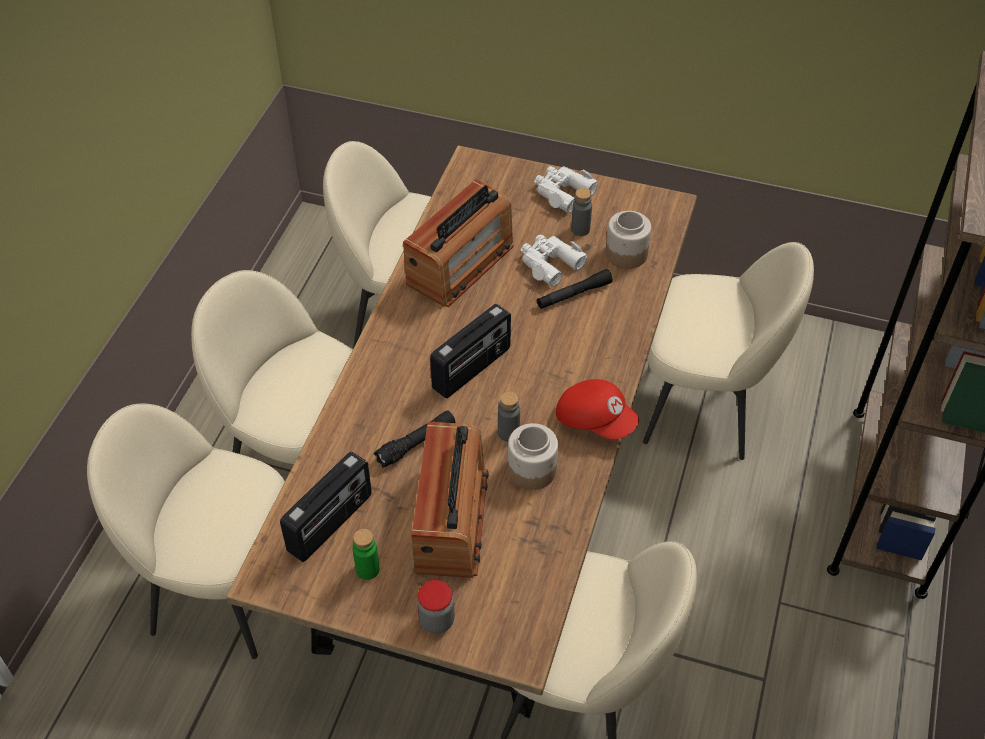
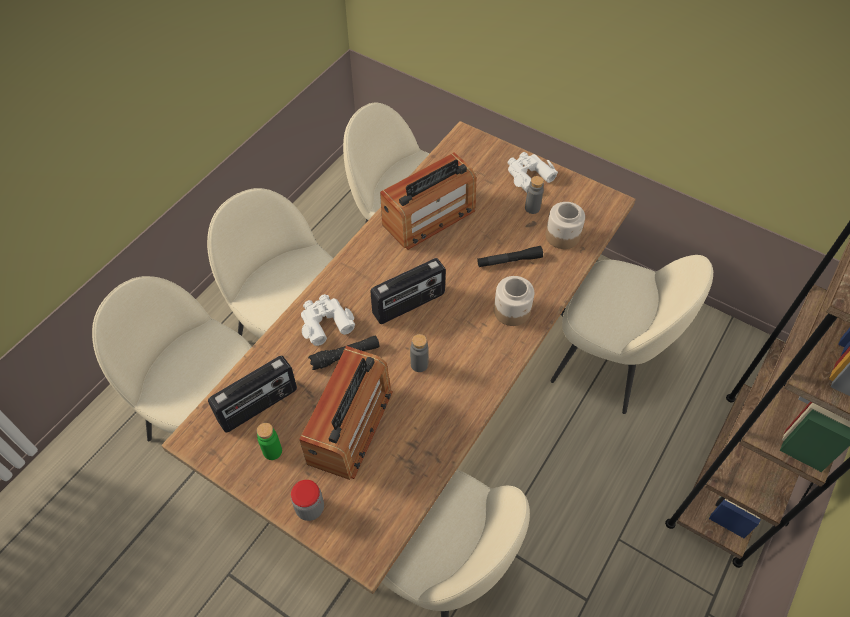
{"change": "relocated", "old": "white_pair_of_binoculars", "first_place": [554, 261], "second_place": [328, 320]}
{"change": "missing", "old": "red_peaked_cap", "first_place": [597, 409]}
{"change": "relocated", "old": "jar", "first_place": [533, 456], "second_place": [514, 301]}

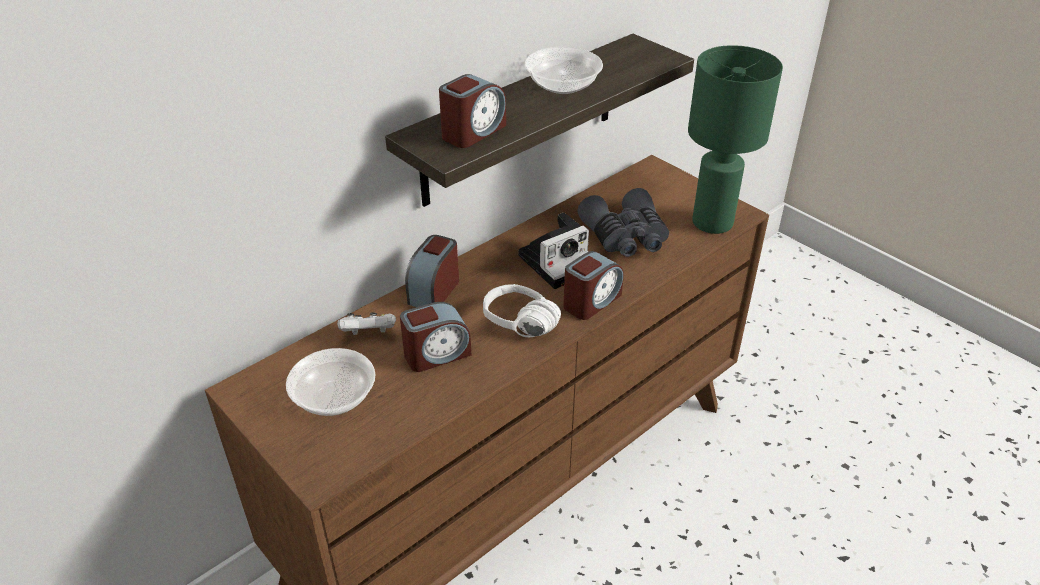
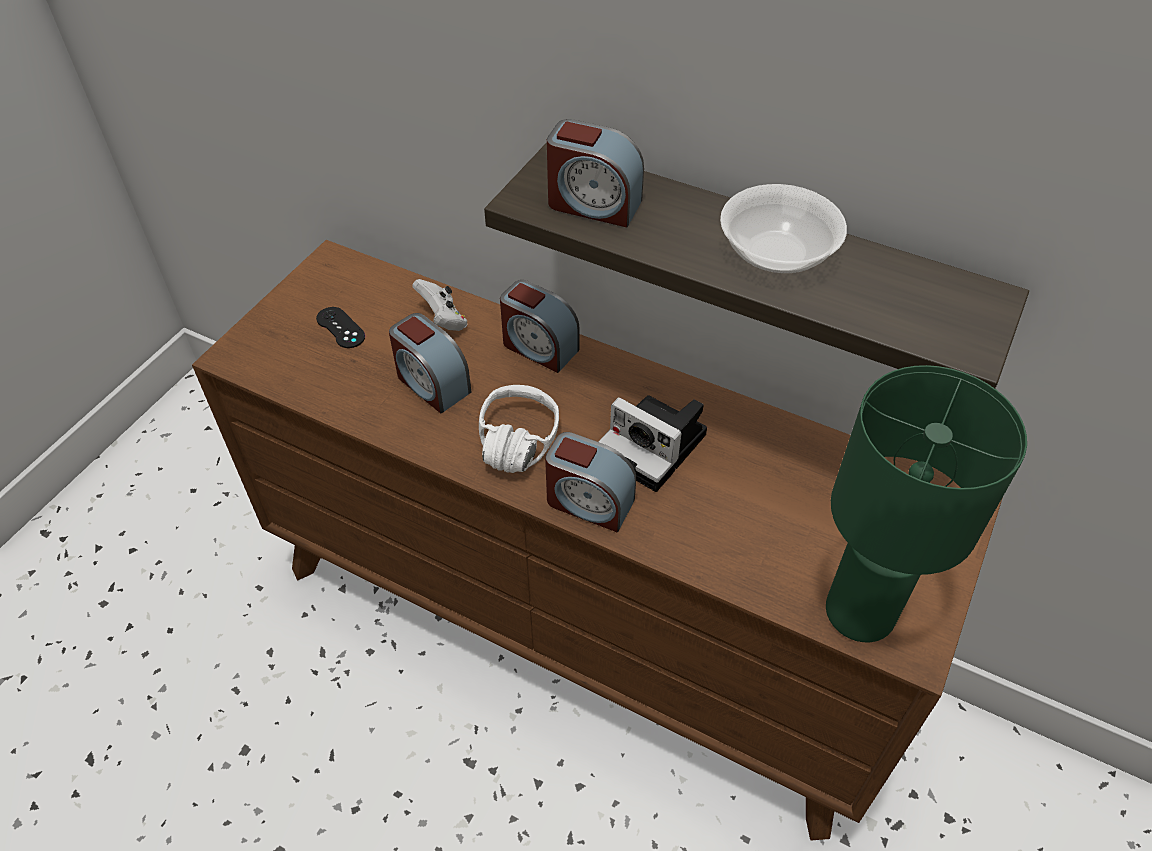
{"change": "missing", "old": "grey_pair_of_binoculars", "first_place": [623, 222]}
{"change": "spun", "old": "alarm_clock", "first_place": [432, 271], "second_place": [540, 326], "degrees": -150}
{"change": "exchanged", "old": "bowl", "new": "black_joypad", "first_place": [330, 382], "second_place": [340, 327]}

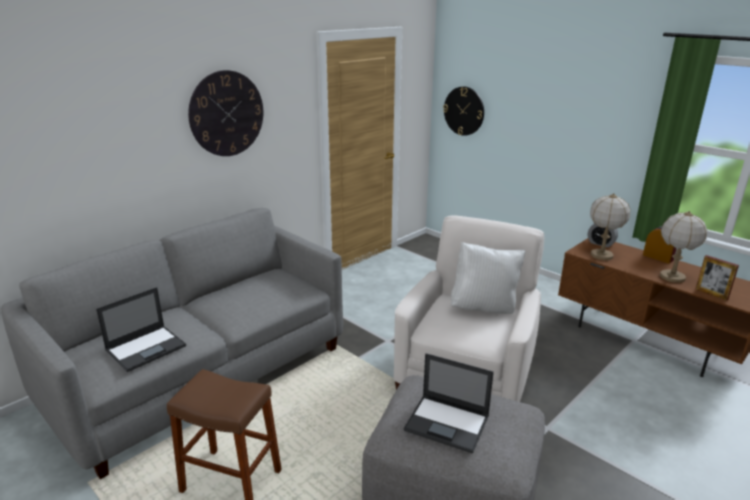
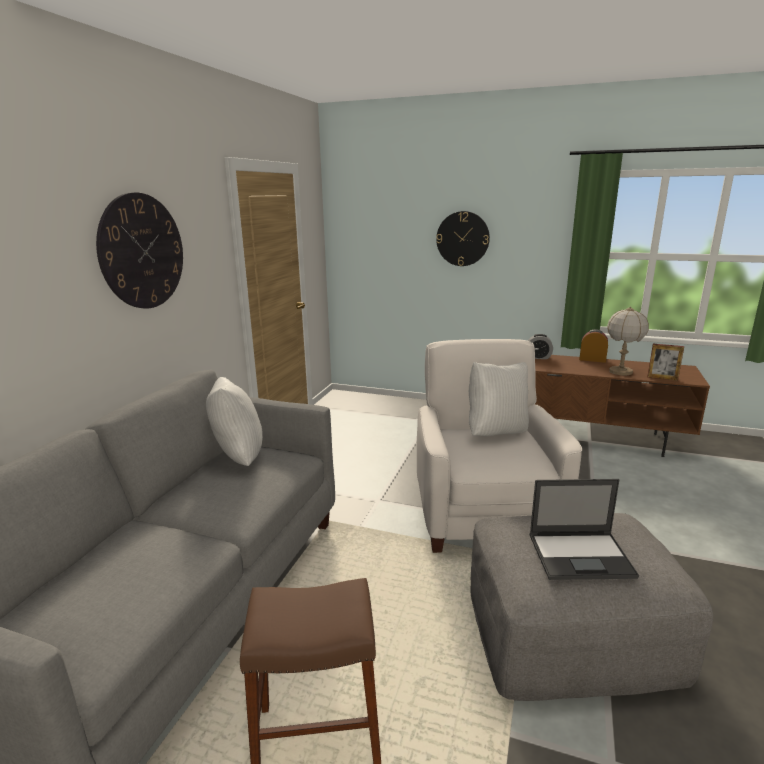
{"change": "relocated", "old": "clock_on_the_wall", "first_place": [463, 111], "second_place": [463, 238]}
{"change": "missing", "old": "table_lamp", "first_place": [610, 226]}
{"change": "missing", "old": "laptop", "first_place": [141, 329]}
{"change": "appeared", "new": "white_throw_pillow", "second_place": [234, 421]}

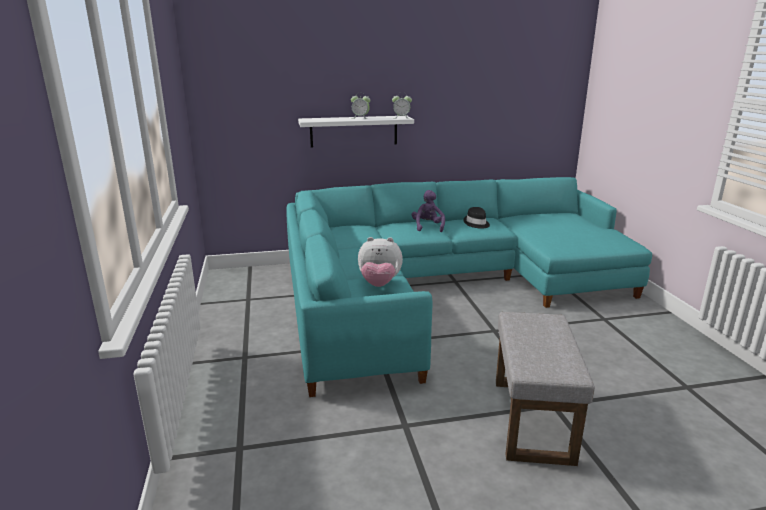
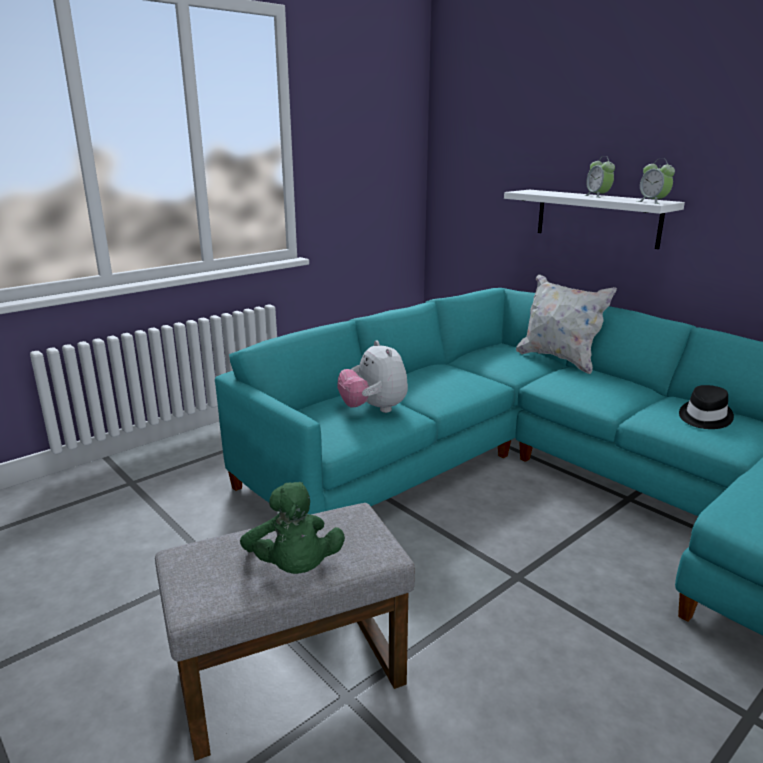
{"change": "missing", "old": "purplish_soft_toy", "first_place": [428, 211]}
{"change": "appeared", "new": "white_throw_pillow", "second_place": [566, 324]}
{"change": "appeared", "new": "green_soft_toy", "second_place": [292, 528]}

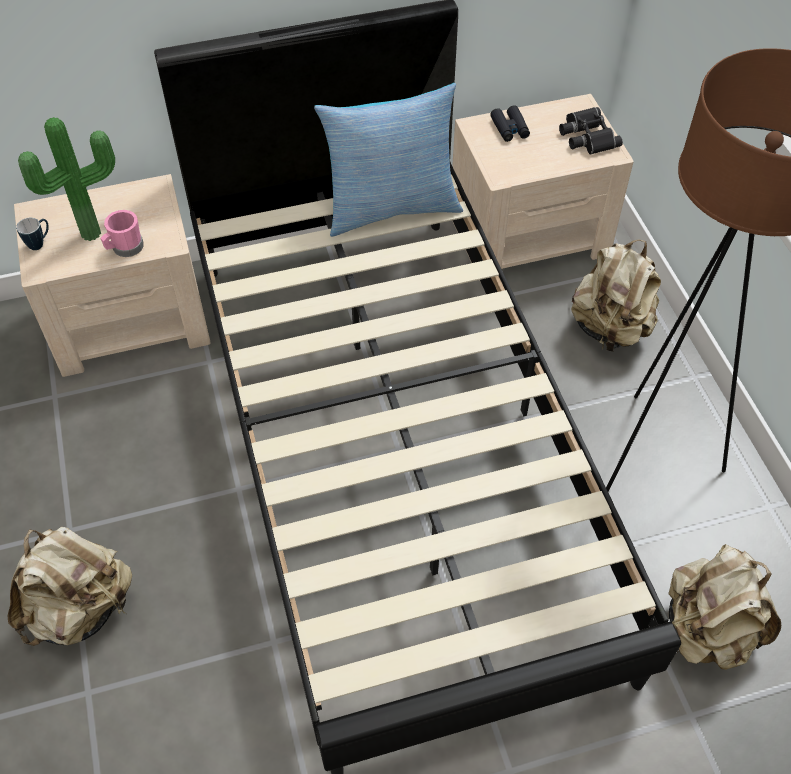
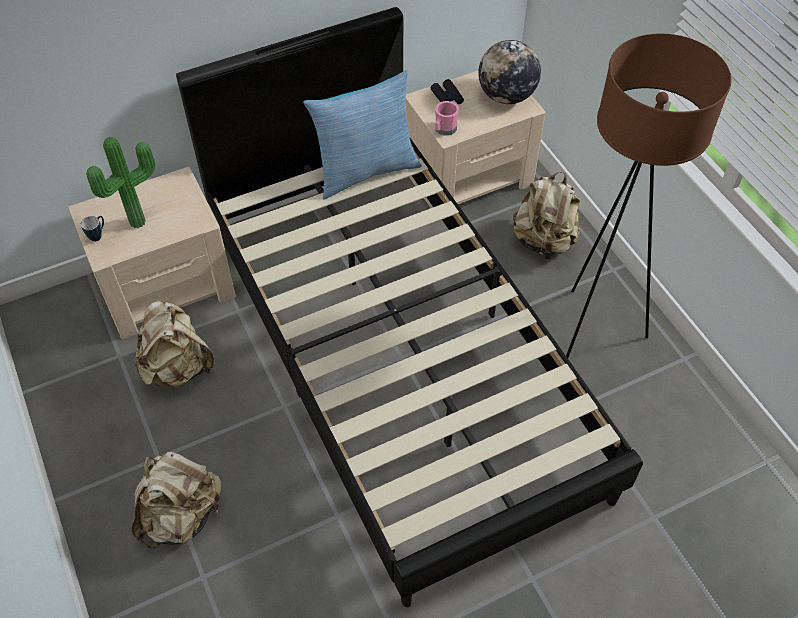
{"change": "exchanged", "old": "black_pair_of_binoculars", "new": "desk_globe", "first_place": [591, 131], "second_place": [509, 72]}
{"change": "relocated", "old": "pink-coloured_coffee_mug", "first_place": [122, 233], "second_place": [447, 118]}
{"change": "relocated", "old": "sand-coloured_rucksack", "first_place": [724, 607], "second_place": [174, 344]}

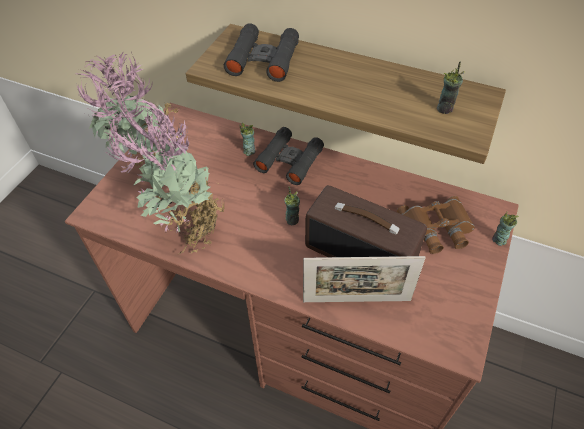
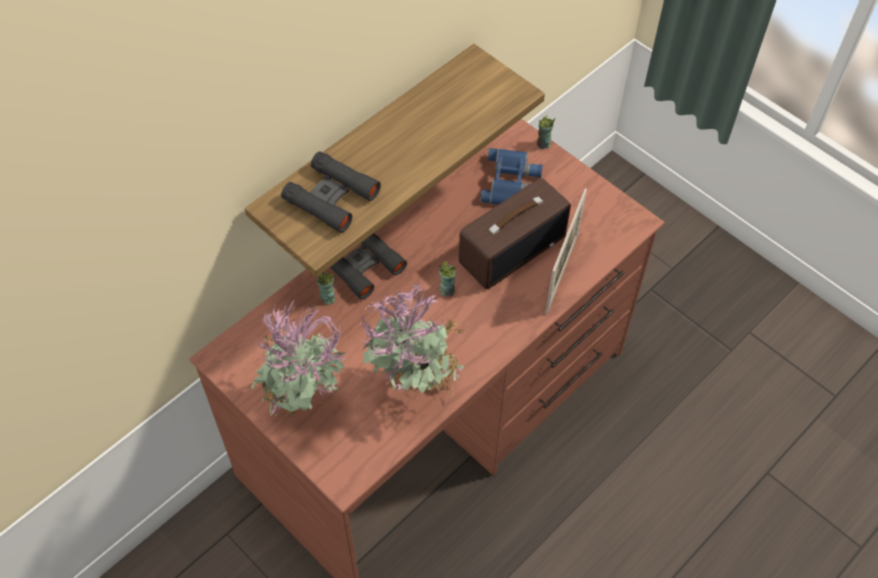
{"change": "missing", "old": "small_cup", "first_place": [450, 88]}
{"change": "colour", "old": "brown-coloured_pair_of_binoculars", "new": "blue_pair_of_binoculars", "first_place": [436, 225], "second_place": [511, 176]}

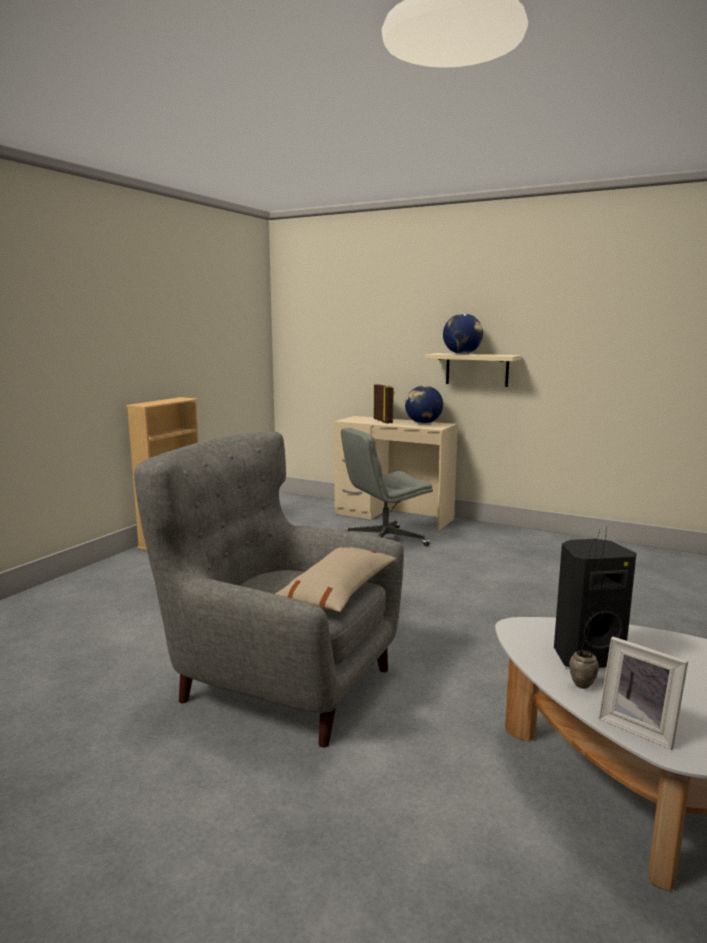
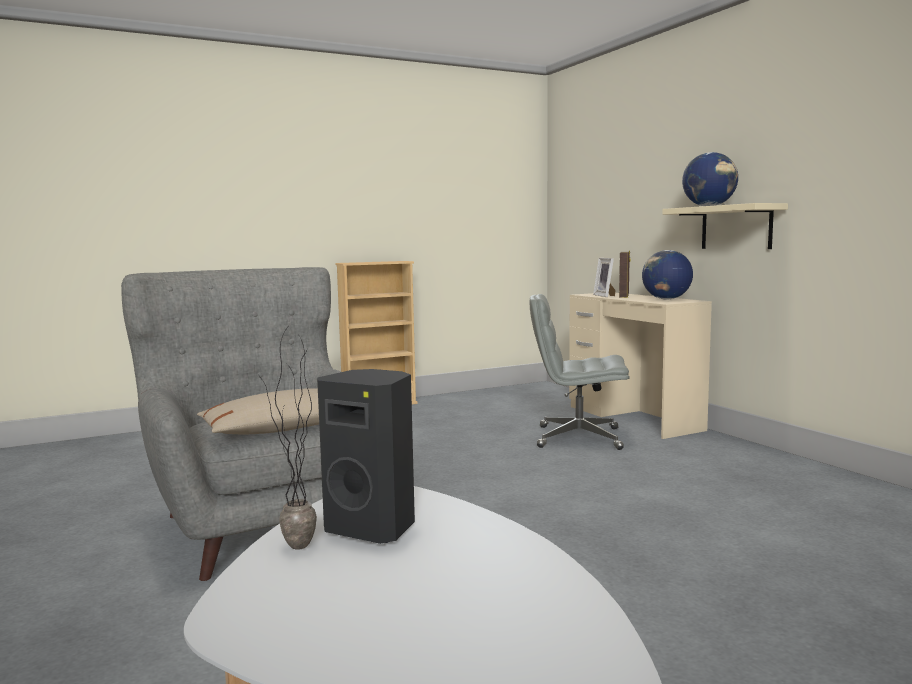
{"change": "relocated", "old": "picture_frame", "first_place": [643, 693], "second_place": [604, 277]}

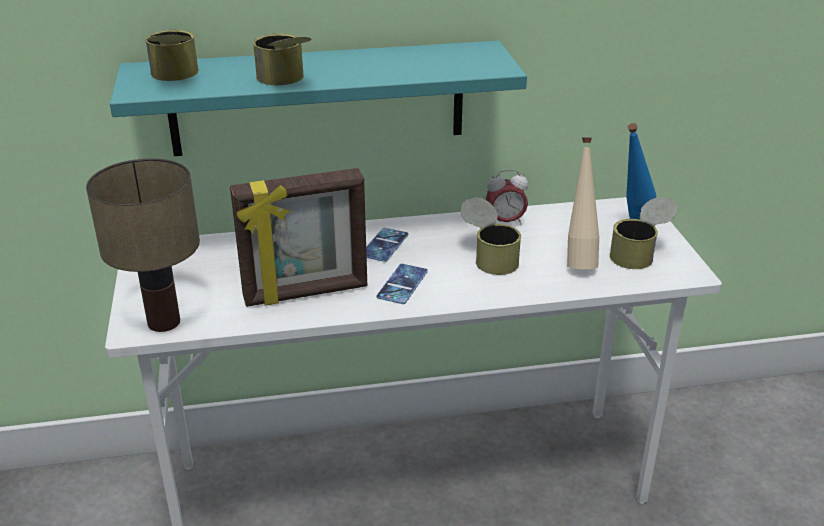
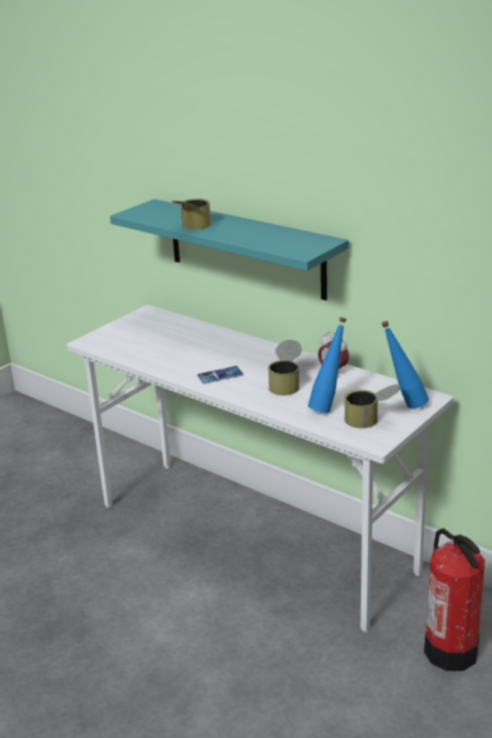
{"change": "missing", "old": "can", "first_place": [172, 55]}
{"change": "colour", "old": "sand-coloured_beverage_bottle", "new": "blue_beverage_bottle", "first_place": [583, 203], "second_place": [327, 365]}
{"change": "missing", "old": "table_lamp", "first_place": [143, 245]}
{"change": "missing", "old": "picture_frame", "first_place": [298, 237]}
{"change": "missing", "old": "phone", "first_place": [387, 245]}
{"change": "appeared", "new": "extinguisher", "second_place": [454, 599]}

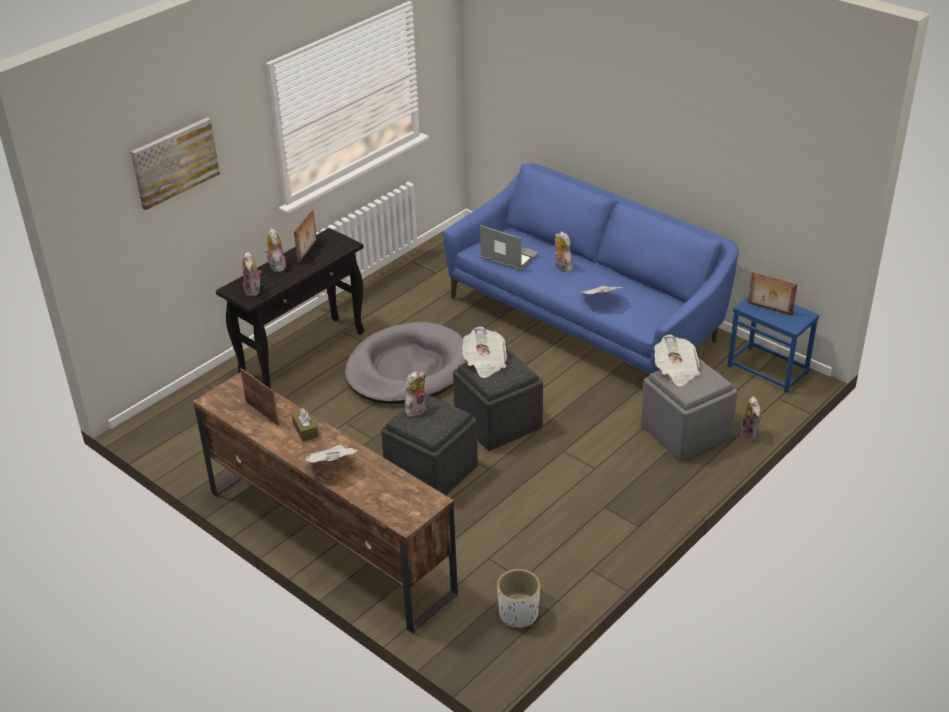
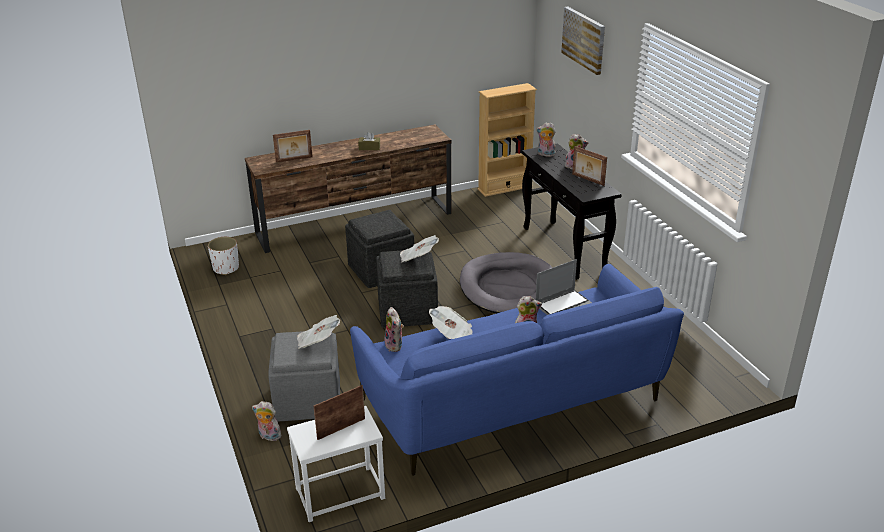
{"change": "colour", "old": "blue_accent_table", "new": "white_accent_table", "first_place": [773, 344], "second_place": [336, 464]}
{"change": "relocated", "old": "picture_frame", "first_place": [259, 397], "second_place": [293, 146]}
{"change": "relocated", "old": "soft_toy", "first_place": [415, 394], "second_place": [394, 329]}
{"change": "missing", "old": "printed_paper", "first_place": [331, 454]}
{"change": "appeared", "new": "sand-coloured_shelving_unit", "second_place": [507, 140]}

